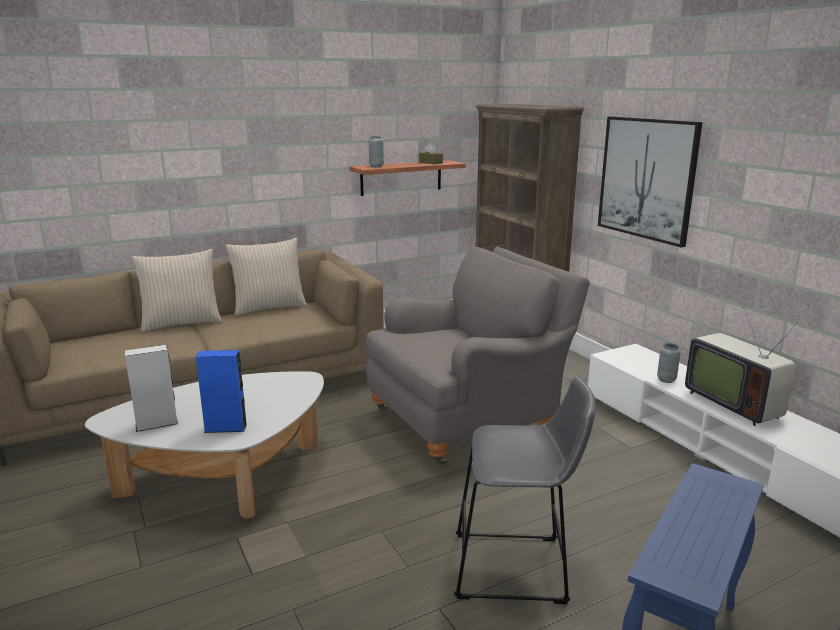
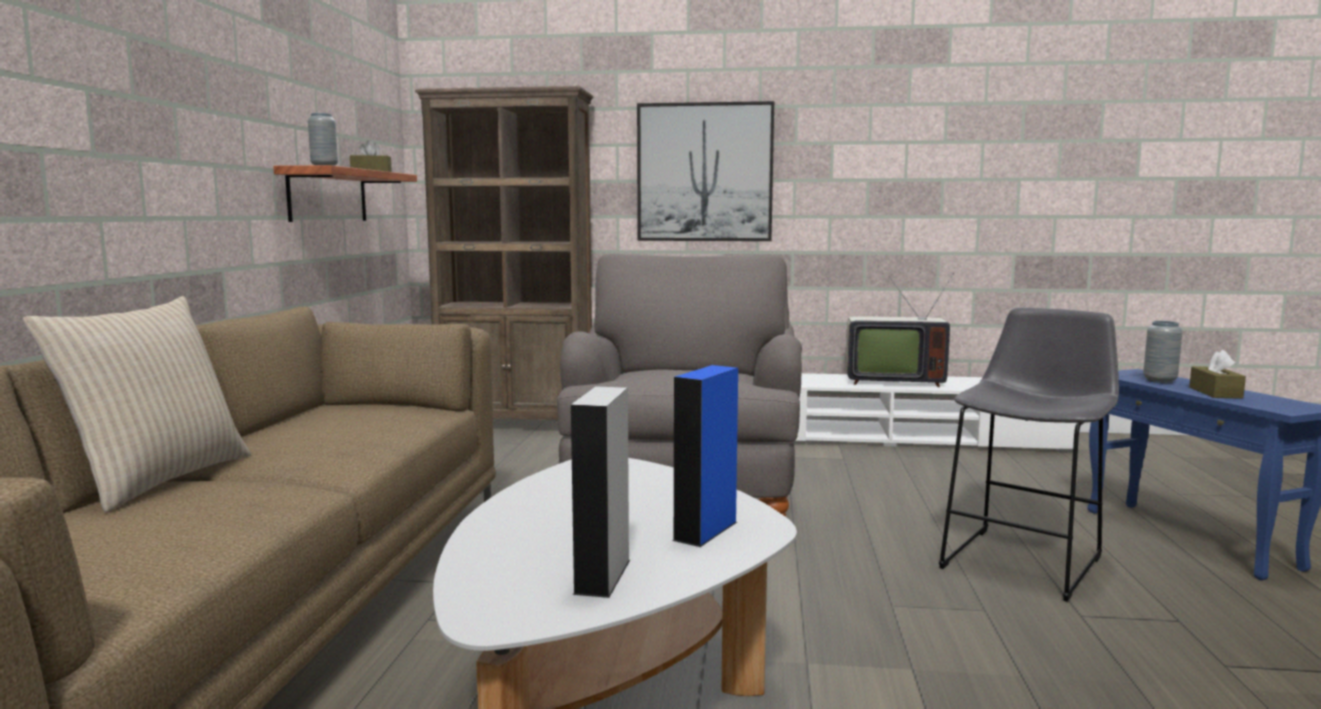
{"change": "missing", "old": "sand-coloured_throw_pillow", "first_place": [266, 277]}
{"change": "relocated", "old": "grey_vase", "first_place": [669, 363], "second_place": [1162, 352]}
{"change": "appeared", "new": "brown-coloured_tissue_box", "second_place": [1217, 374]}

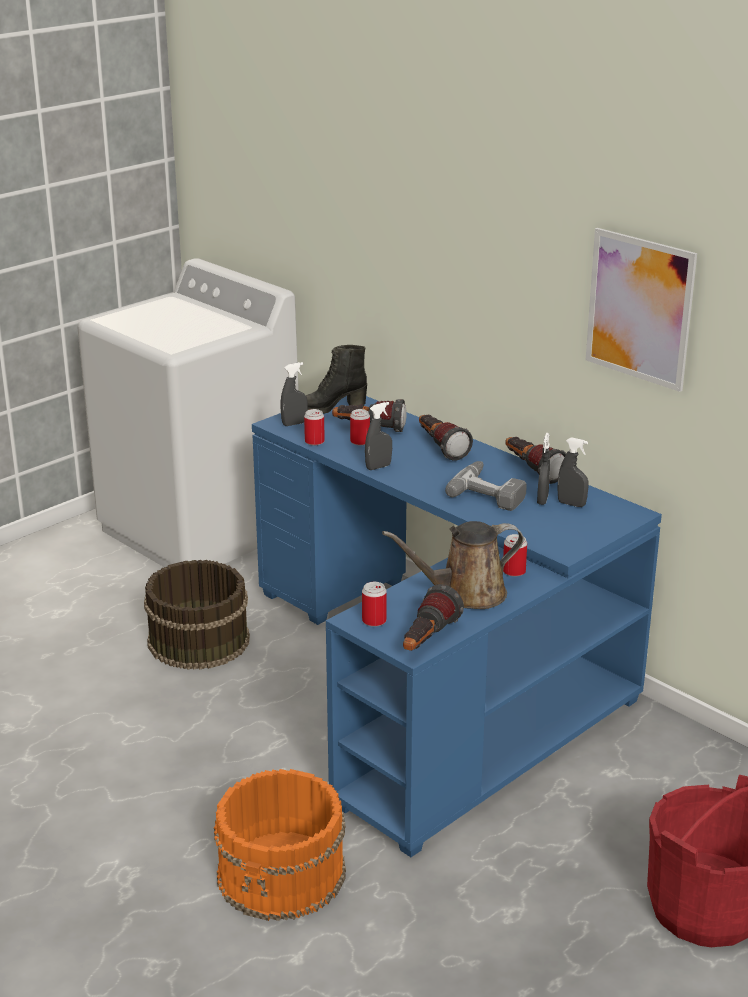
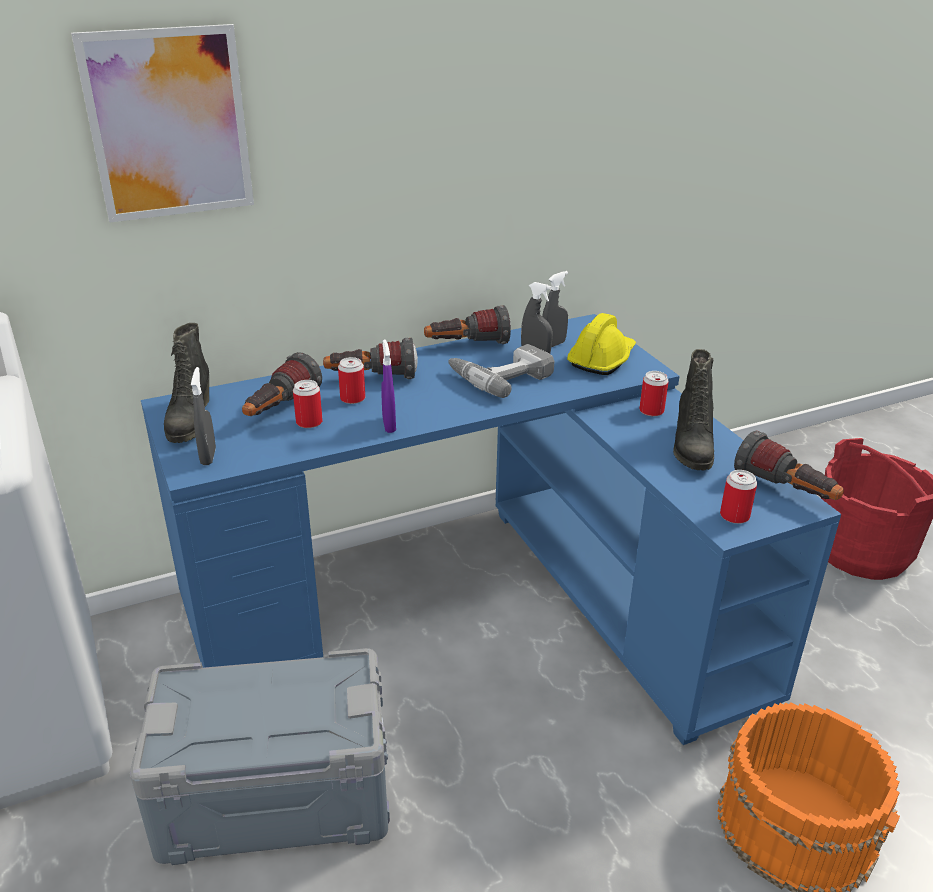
{"change": "relocated", "old": "wall_art", "first_place": [641, 310], "second_place": [162, 123]}
{"change": "colour", "old": "grey_sprayer", "new": "purplish_sprayer", "first_place": [378, 436], "second_place": [388, 386]}
{"change": "relocated", "old": "can", "first_place": [314, 427], "second_place": [351, 380]}
{"change": "exchanged", "old": "brown-coloured_sprinkling_can", "new": "black_boot", "first_place": [453, 565], "second_place": [693, 410]}
{"change": "exchanged", "old": "brown-coloured_bucket", "new": "grey_storage_bin", "first_place": [197, 615], "second_place": [260, 756]}
{"change": "appeared", "new": "yellow-coloured_safety_helmet", "second_place": [601, 344]}

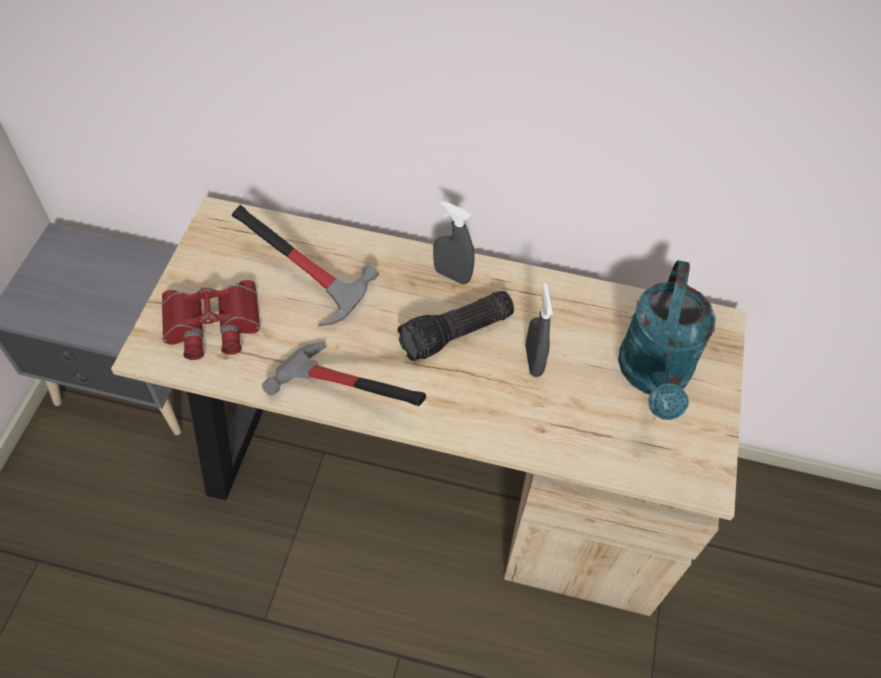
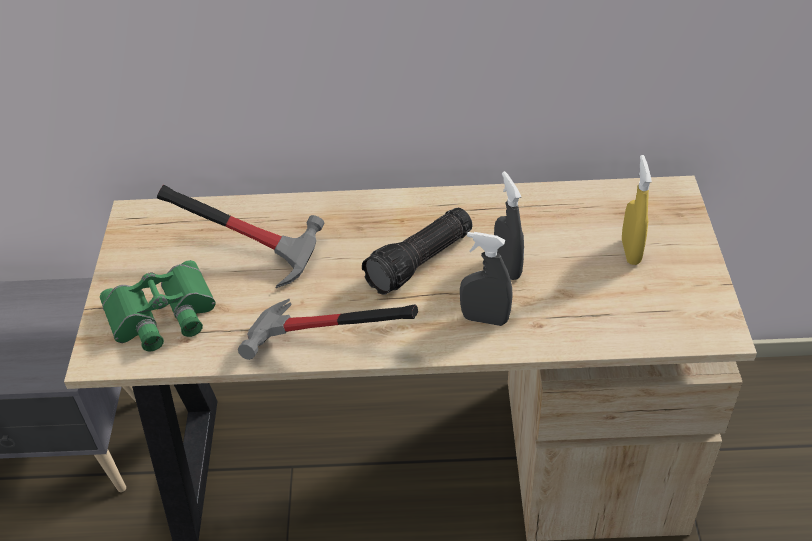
{"change": "relocated", "old": "grey_sprayer", "first_place": [454, 243], "second_place": [486, 279]}
{"change": "exchanged", "old": "turquoise_sprinkling_can", "new": "yellow-coloured_sprayer", "first_place": [667, 340], "second_place": [637, 210]}
{"change": "colour", "old": "red_pair_of_binoculars", "new": "green_pair_of_binoculars", "first_place": [211, 320], "second_place": [158, 306]}

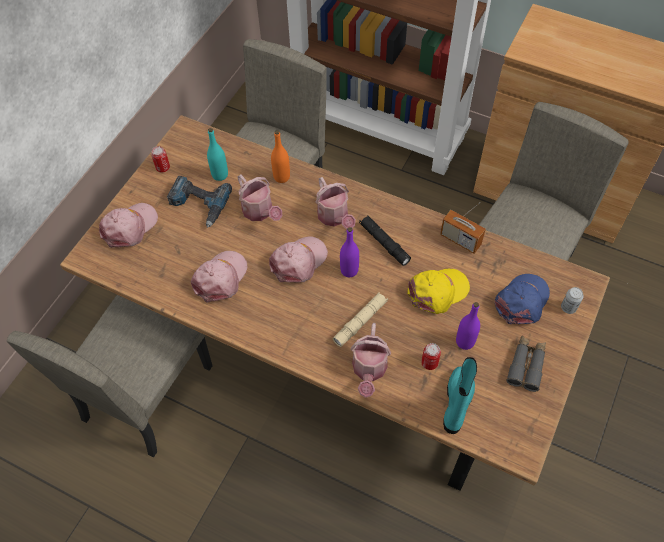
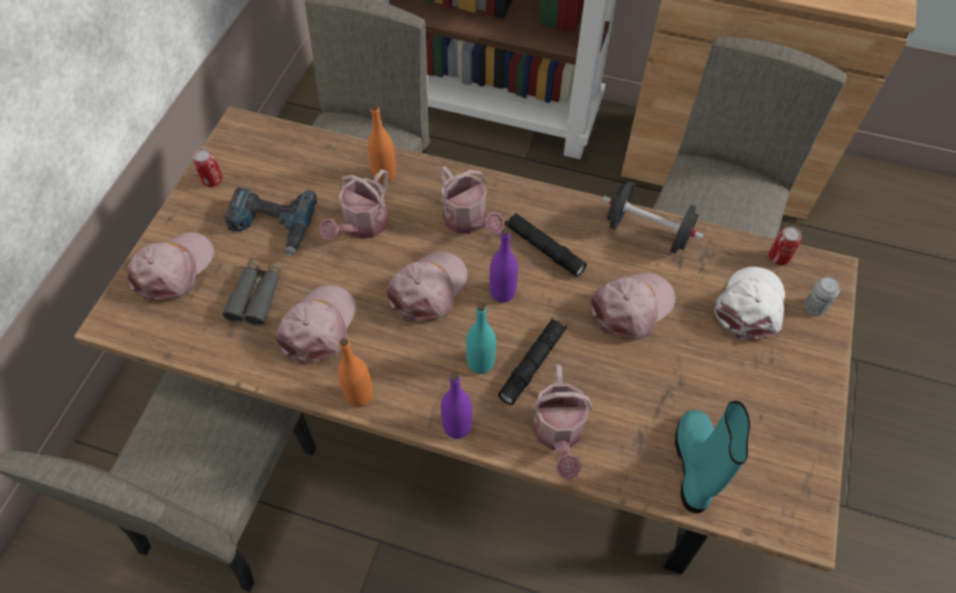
{"change": "relocated", "old": "turquoise_beverage_bottle", "first_place": [217, 154], "second_place": [481, 338]}
{"change": "spun", "old": "sprinkling_can", "first_place": [259, 198], "second_place": [354, 204], "degrees": 75}
{"change": "exchanged", "old": "radio_set", "new": "black_dumbbell", "first_place": [463, 228], "second_place": [653, 217]}
{"change": "colour", "old": "yellow-coloured_peaked_cap", "new": "pink-coloured_peaked_cap", "first_place": [438, 291], "second_place": [633, 306]}
{"change": "colour", "old": "blue_peaked_cap", "new": "white_peaked_cap", "first_place": [522, 299], "second_place": [749, 304]}
{"change": "colour", "old": "sand-coloured_torch", "new": "black_torch", "first_place": [360, 319], "second_place": [532, 361]}
{"change": "relocated", "old": "purplish_beverage_bottle", "first_place": [468, 326], "second_place": [456, 405]}
{"change": "relocated", "old": "grey_pair_of_binoculars", "first_place": [526, 364], "second_place": [252, 292]}
{"change": "relocated", "old": "can", "first_place": [431, 356], "second_place": [785, 245]}
{"change": "appeared", "new": "orangey_beverage_bottle", "second_place": [355, 372]}

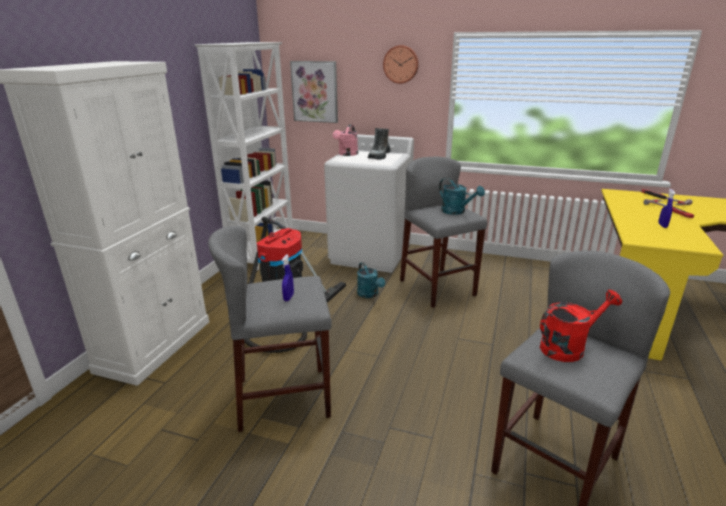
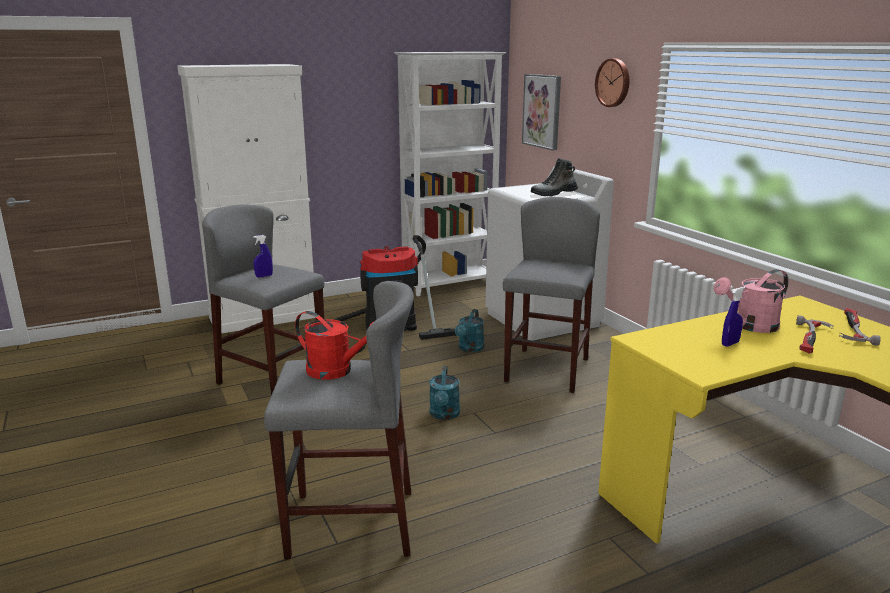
{"change": "relocated", "old": "pink-coloured_sprinkling_can", "first_place": [345, 140], "second_place": [751, 301]}
{"change": "relocated", "old": "turquoise_sprinkling_can", "first_place": [462, 196], "second_place": [444, 393]}

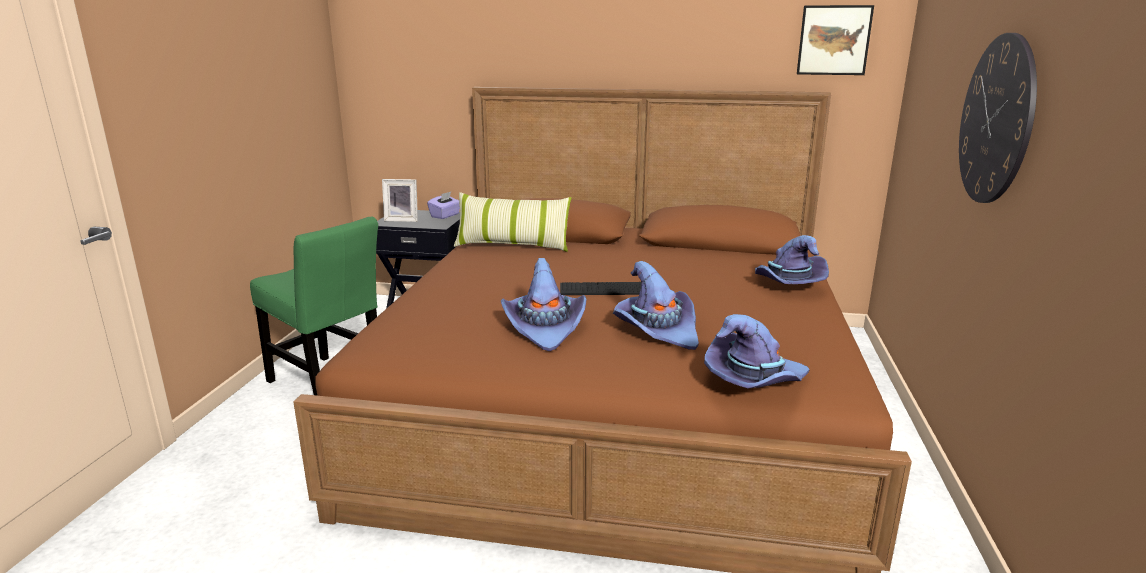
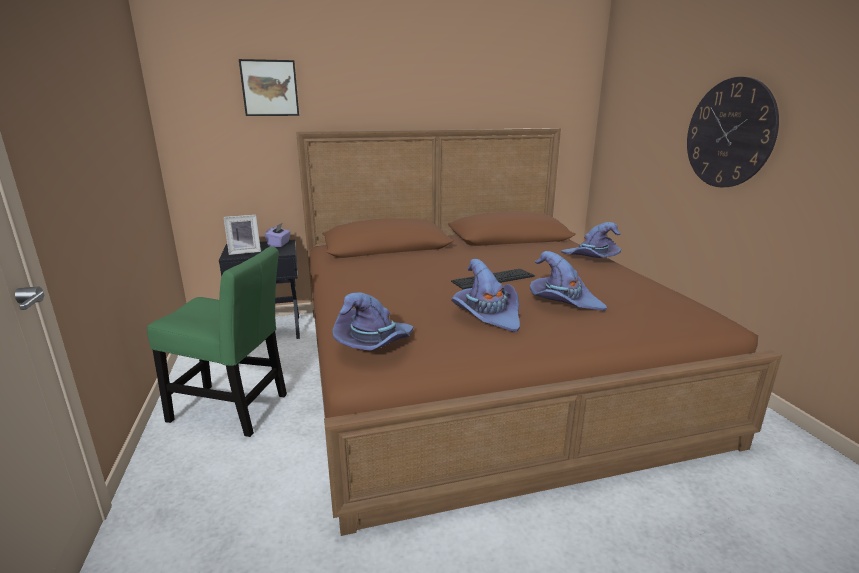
{"change": "relocated", "old": "wall_art", "first_place": [835, 40], "second_place": [269, 87]}
{"change": "missing", "old": "throw_pillow", "first_place": [512, 222]}
{"change": "relocated", "old": "purplish_hat", "first_place": [757, 351], "second_place": [373, 321]}

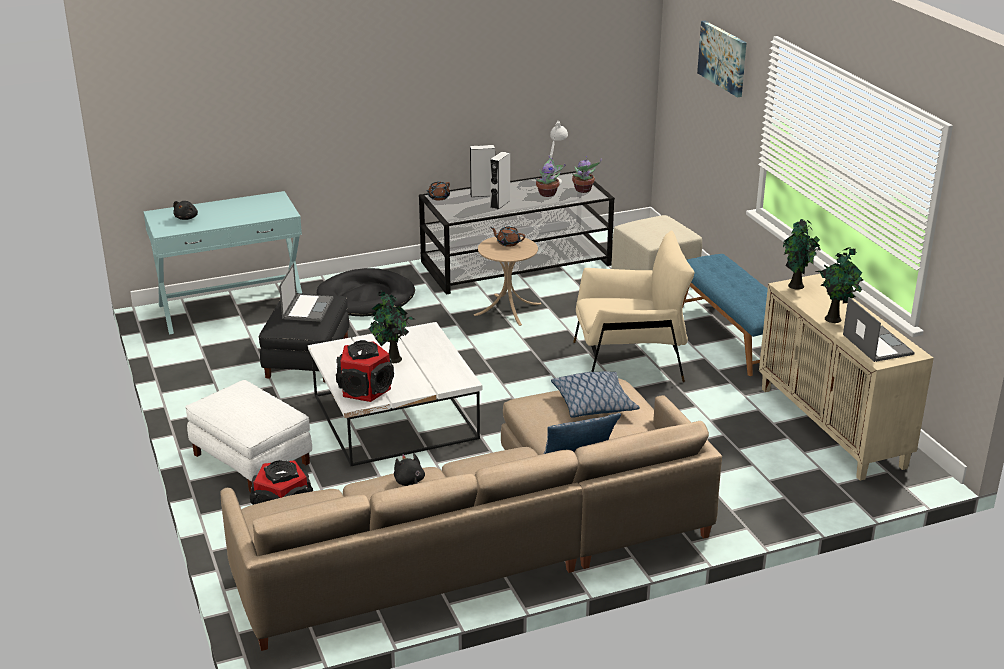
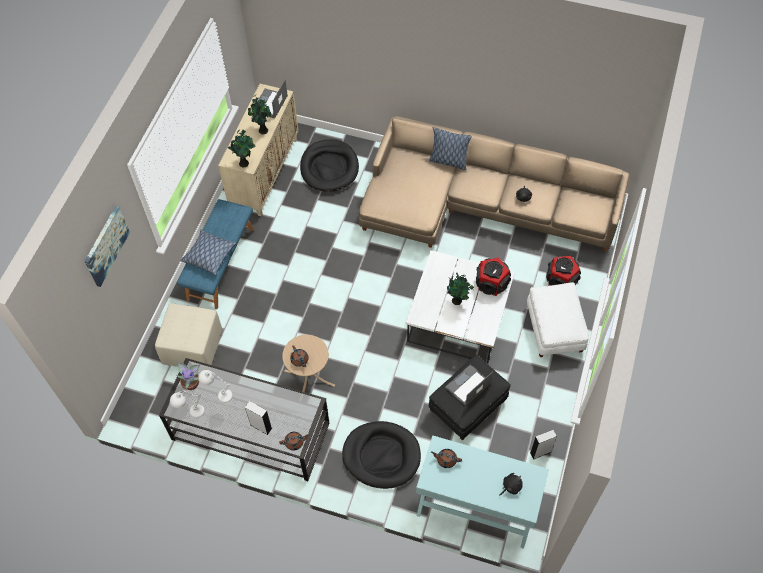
{"change": "relocated", "old": "grey_speaker", "first_place": [500, 181], "second_place": [543, 445]}
{"change": "exchanged", "old": "plant_in_a_pot", "new": "white_table_lamp", "first_place": [550, 176], "second_place": [215, 386]}
{"change": "missing", "old": "sand-coloured_armchair", "first_place": [634, 306]}
{"change": "relocated", "old": "throw_pillow", "first_place": [595, 394], "second_place": [208, 252]}
{"change": "appeared", "new": "black_pet_bed", "second_place": [329, 165]}
{"change": "appeared", "new": "brown-coloured_tea_pot", "second_place": [446, 458]}

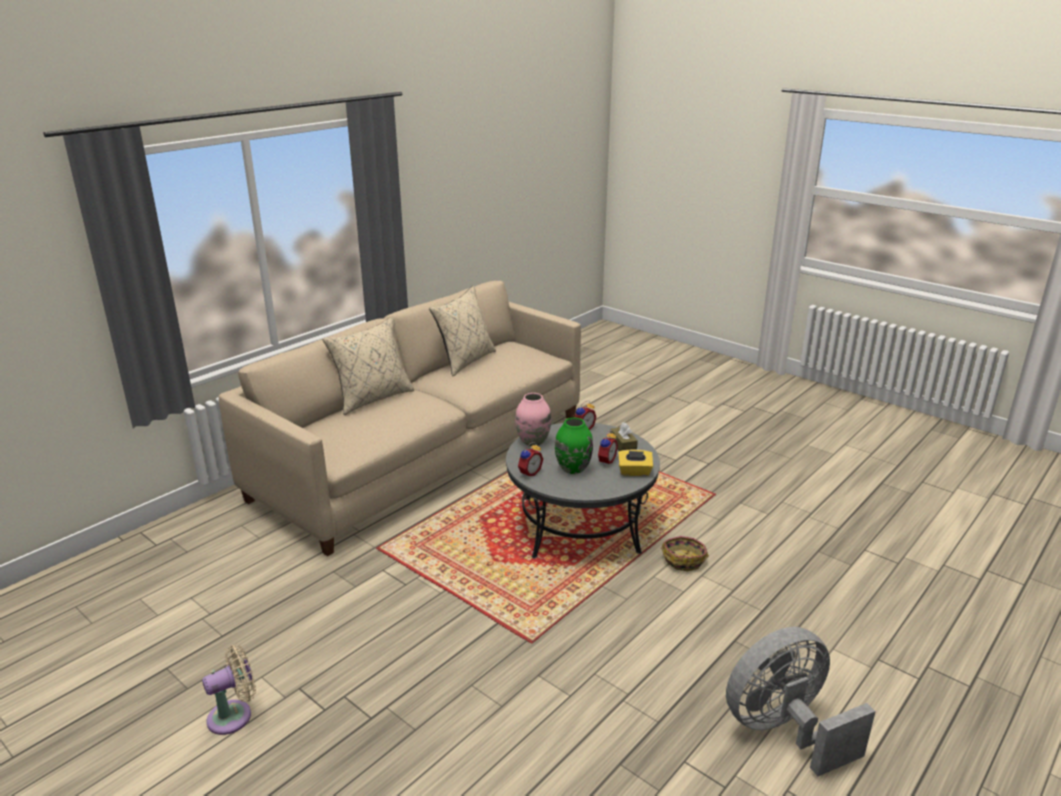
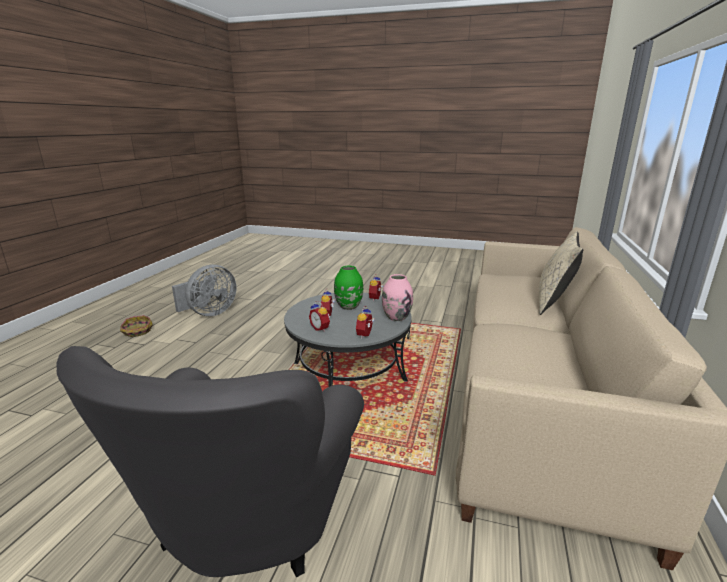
{"change": "missing", "old": "sand-coloured_throw_pillow", "first_place": [462, 331]}
{"change": "exchanged", "old": "brown-coloured_tissue_box", "new": "alarm_clock", "first_place": [624, 436], "second_place": [319, 316]}
{"change": "missing", "old": "yellow-coloured_tissue_box", "first_place": [635, 462]}
{"change": "relocated", "old": "basket", "first_place": [685, 553], "second_place": [136, 326]}
{"change": "missing", "old": "sand-coloured_cooling_fan", "first_place": [229, 689]}
{"change": "appeared", "new": "grey_armchair", "second_place": [210, 461]}

